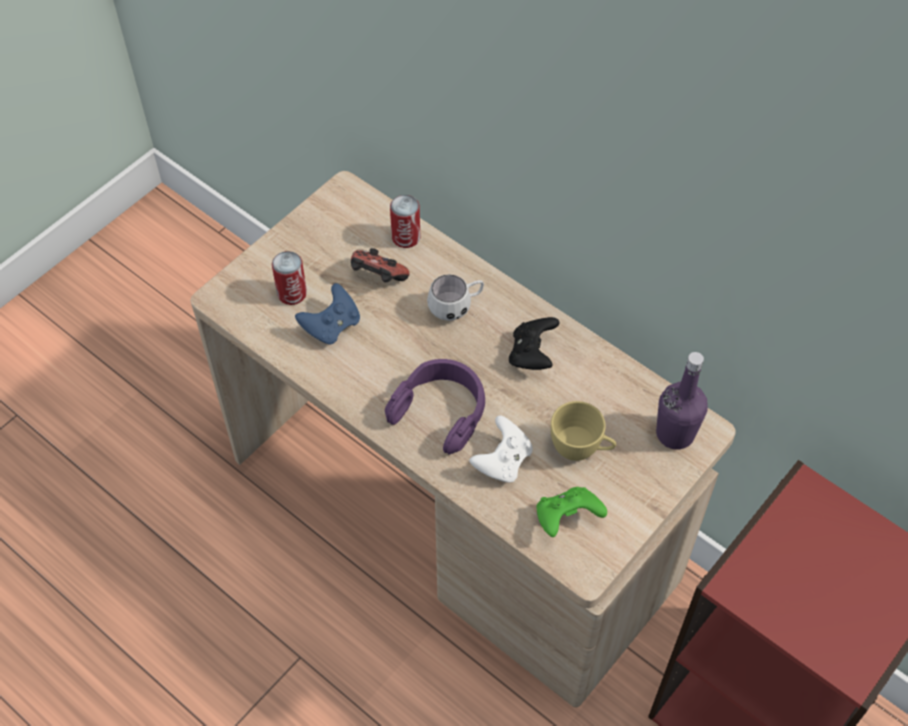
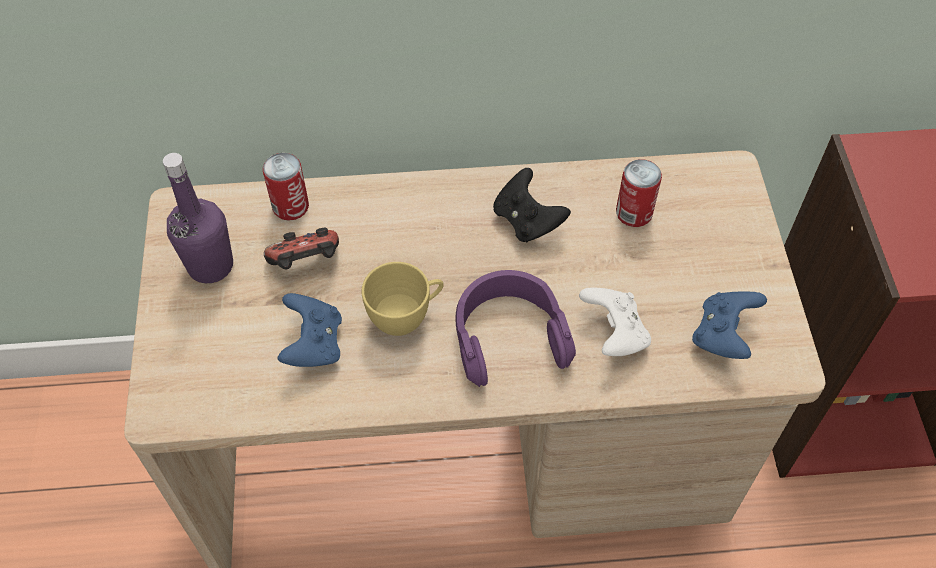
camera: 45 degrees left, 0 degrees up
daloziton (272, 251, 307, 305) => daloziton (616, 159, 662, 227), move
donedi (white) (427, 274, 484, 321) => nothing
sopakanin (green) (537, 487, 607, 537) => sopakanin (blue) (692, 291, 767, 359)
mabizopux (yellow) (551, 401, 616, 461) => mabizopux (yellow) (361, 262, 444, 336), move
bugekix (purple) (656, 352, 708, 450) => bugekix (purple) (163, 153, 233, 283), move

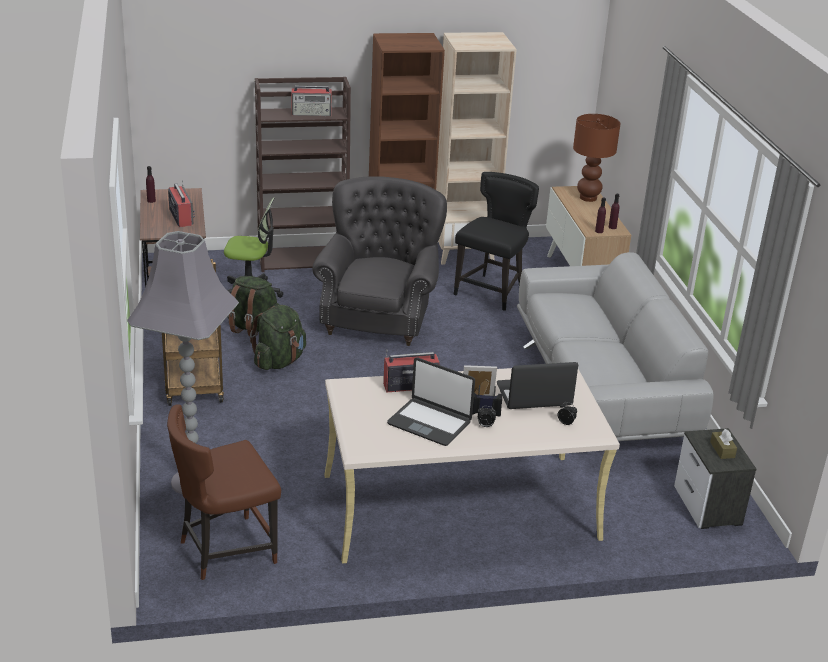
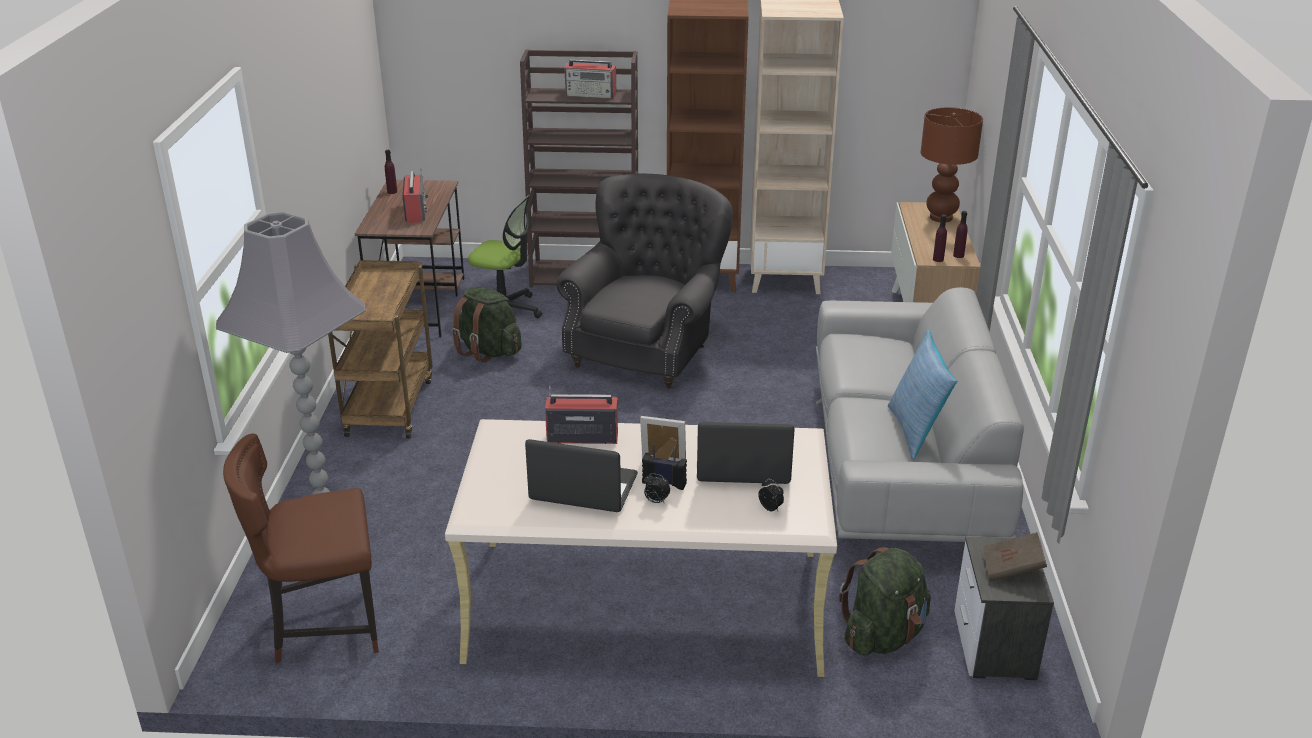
camera: 15 degrees right, 0 degrees up
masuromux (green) (250, 305, 306, 370) => masuromux (green) (839, 547, 931, 656), move
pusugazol (387, 358, 475, 446) => pusugazol (525, 439, 638, 512), 150 degrees clockwise
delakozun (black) (454, 172, 539, 311) => nothing
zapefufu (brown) (710, 429, 737, 459) => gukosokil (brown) (982, 532, 1047, 582)
nothing => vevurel (888, 330, 957, 461)

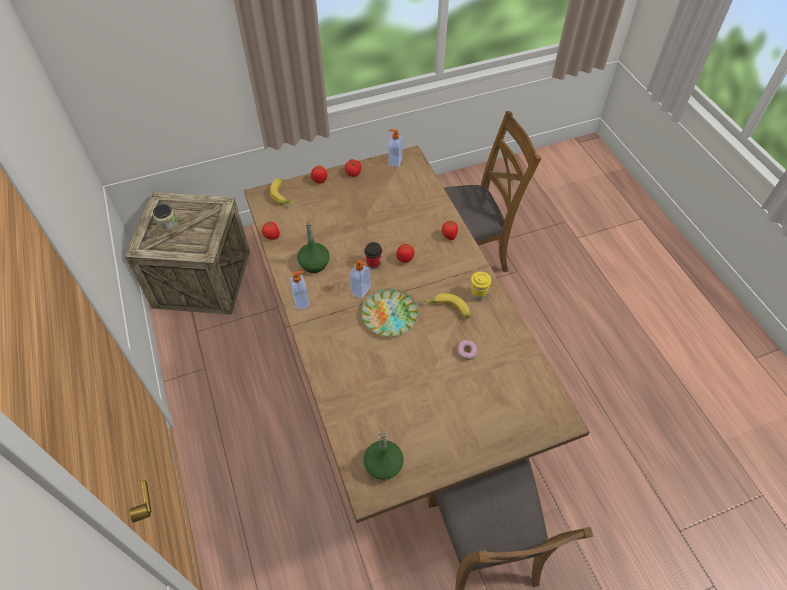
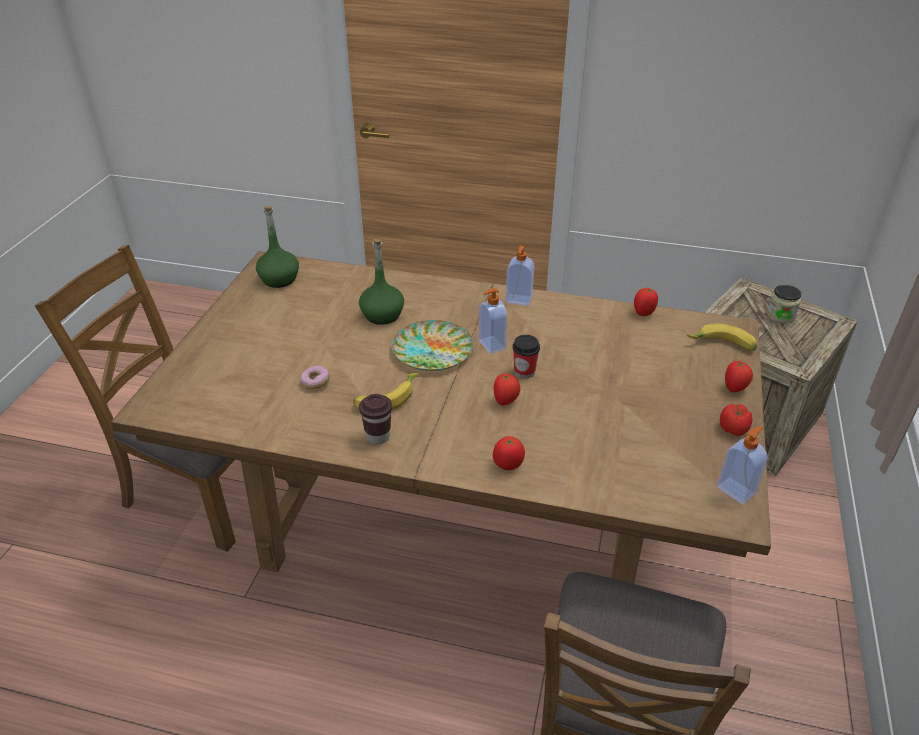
camera: 125 degrees right, 15 degrees down
bugekix (green) (297, 221, 330, 273) => bugekix (green) (359, 239, 404, 325), move
mabizopux (yellow) (471, 272, 491, 301) => mabizopux (brown) (359, 394, 392, 444)

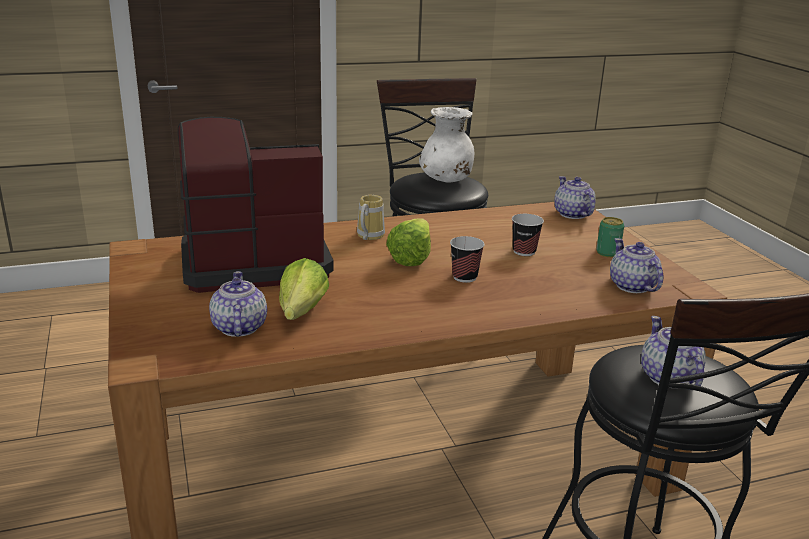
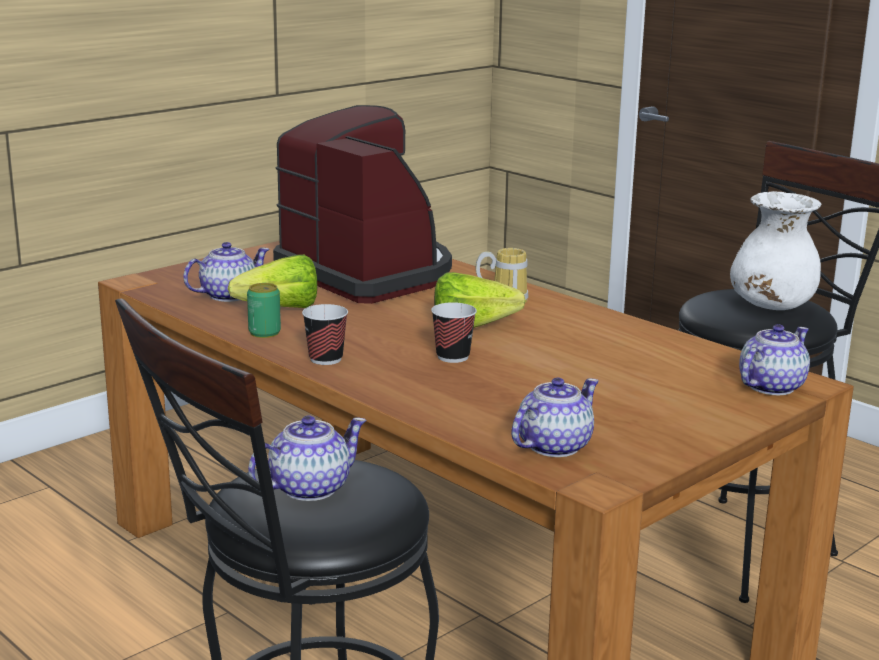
camera: 65 degrees right, 5 degrees down
mabizopux (512, 214, 544, 256) => mabizopux (302, 304, 348, 365), move
daloziton (596, 217, 624, 257) => daloziton (247, 283, 281, 338), move

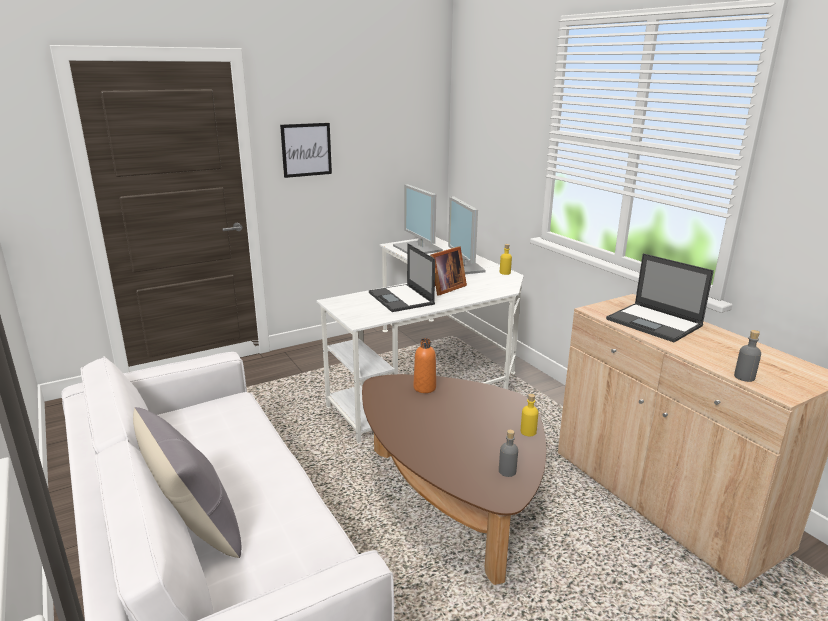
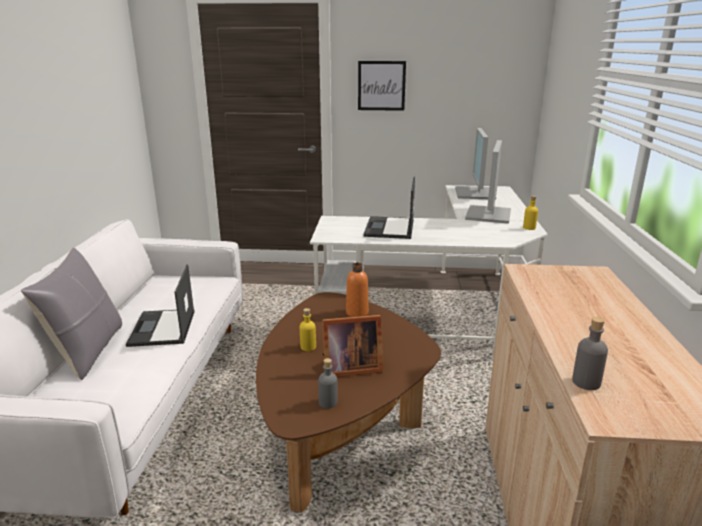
camera: 35 degrees right, 0 degrees up
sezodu (430, 246, 467, 295) => sezodu (322, 315, 383, 377), move
bugekix (yellow) (521, 394, 538, 436) => bugekix (yellow) (300, 308, 316, 351), move
pusugazol (606, 253, 714, 342) => pusugazol (126, 264, 195, 347), move

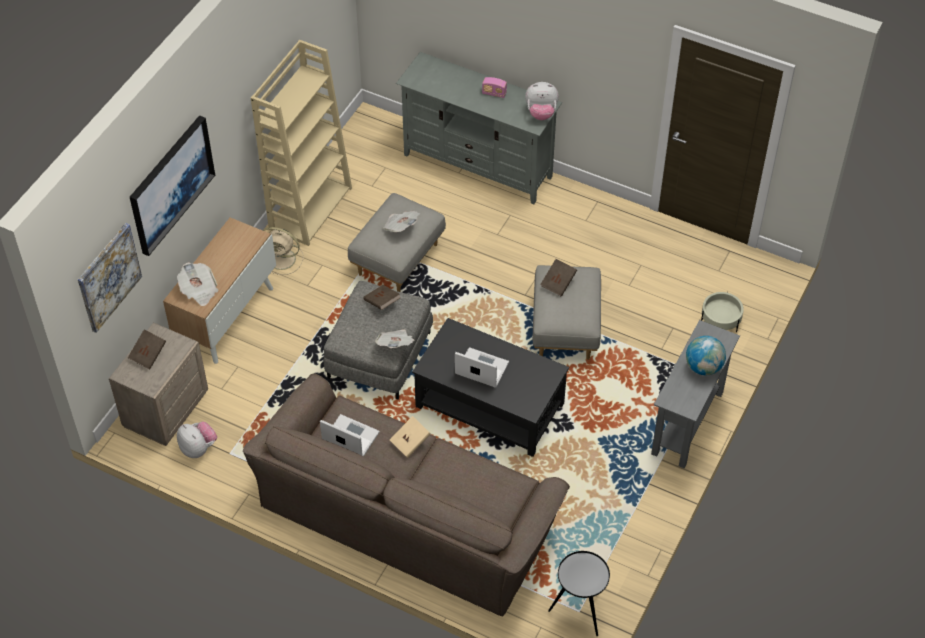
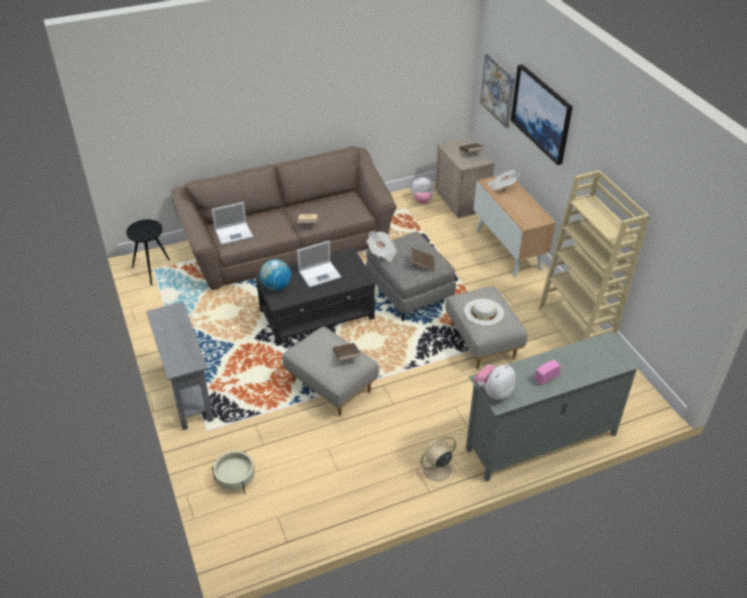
camera: 130 degrees right, 10 degrees down
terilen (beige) (263, 227, 303, 275) => terilen (beige) (416, 436, 459, 488), move
pusugazol (320, 414, 380, 456) => pusugazol (212, 202, 253, 245), move
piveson (382, 211, 420, 232) => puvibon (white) (464, 298, 504, 326)
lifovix (686, 336, 726, 375) => lifovix (260, 259, 291, 290), move

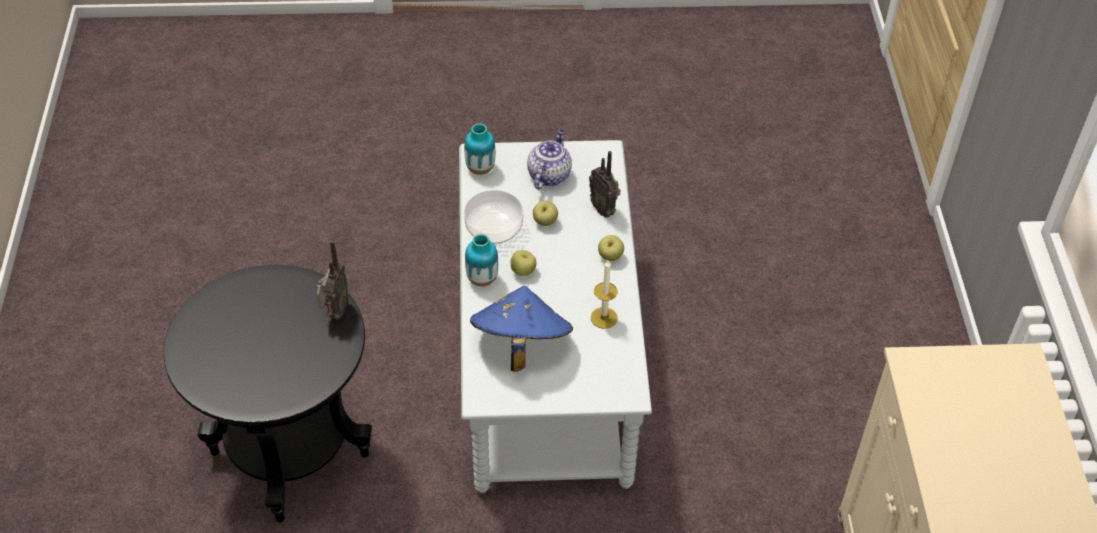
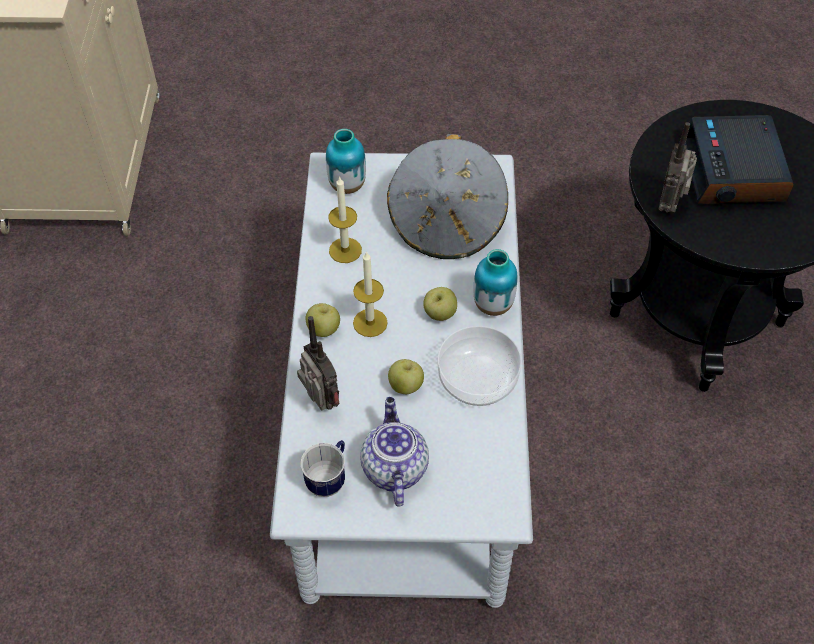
camera: 175 degrees left, 5 degrees up
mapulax (464, 123, 496, 175) => mapulax (326, 129, 366, 194), move
puvibon (blue) (470, 286, 573, 372) => puvibon (grey) (387, 134, 508, 259)
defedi (527, 129, 572, 189) => defedi (360, 397, 429, 507), 150 degrees clockwise
nothing => donedi (301, 440, 345, 497)
nothing => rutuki (353, 251, 388, 337)
nothing => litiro (685, 115, 794, 204)

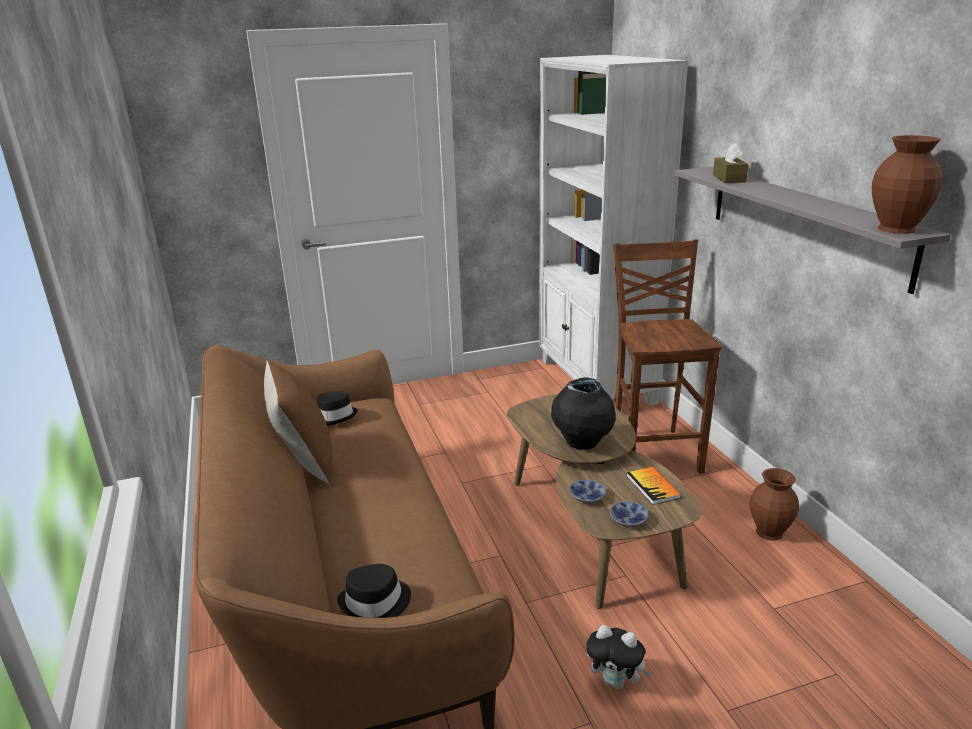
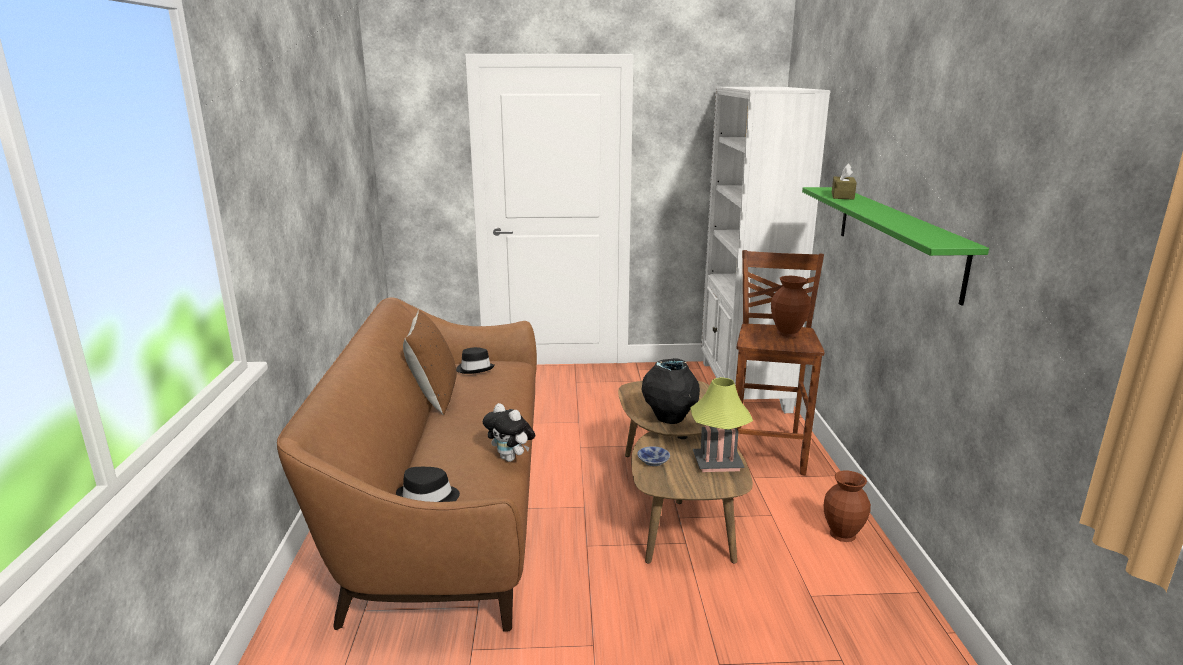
camera: 15 degrees right, 5 degrees down
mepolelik (586, 625, 652, 690) => mepolelik (483, 403, 535, 462), move
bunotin (610, 501, 649, 527) => nothing
gukosokil (627, 467, 681, 505) => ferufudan (690, 377, 753, 472)
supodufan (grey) (674, 167, 951, 294) => supodufan (green) (802, 187, 989, 306)
mapulax (brown) (872, 135, 942, 234) => mapulax (brown) (771, 276, 811, 337), move

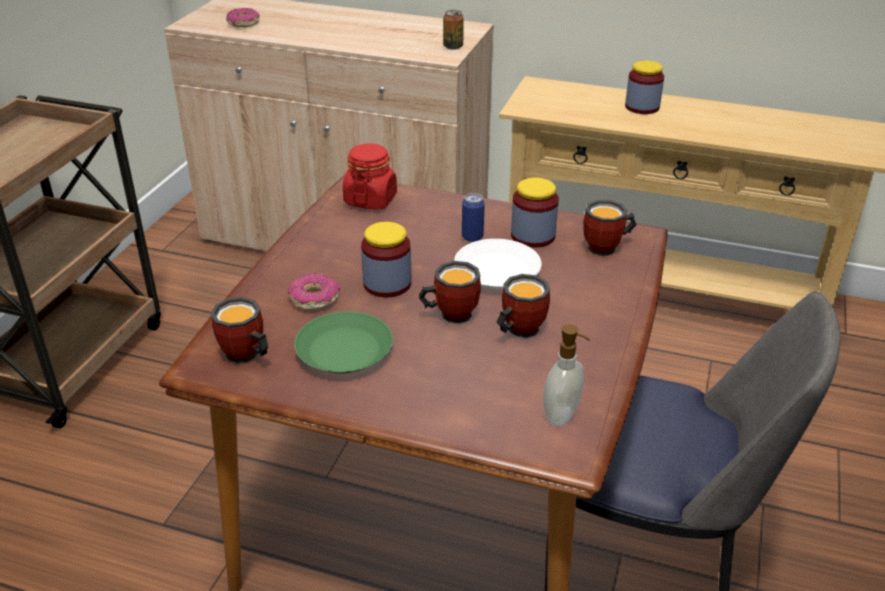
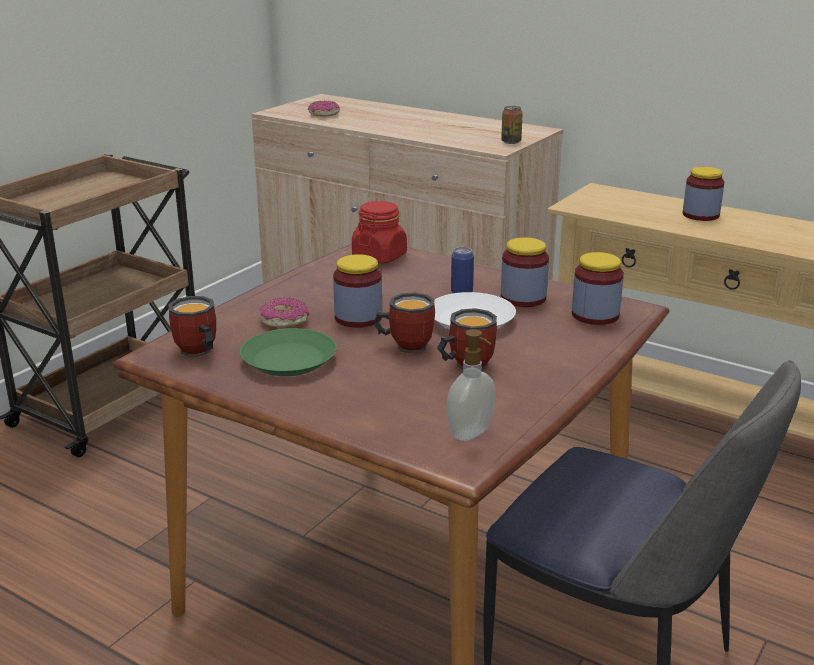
camera: 15 degrees right, 10 degrees down
donedi (583, 200, 637, 256) => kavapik (572, 252, 624, 325)

